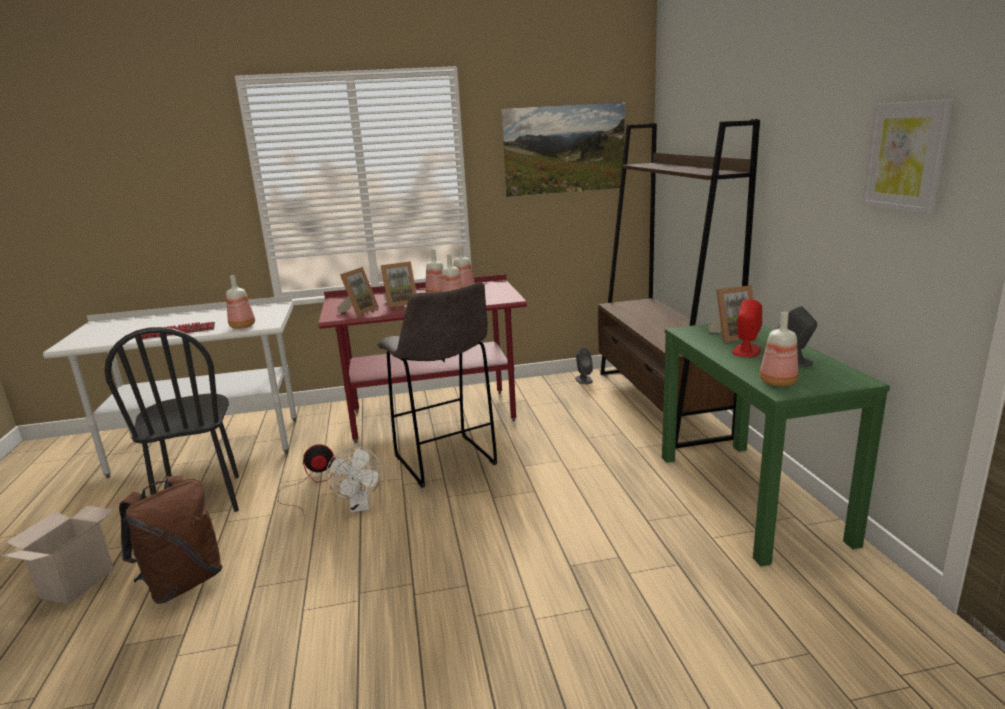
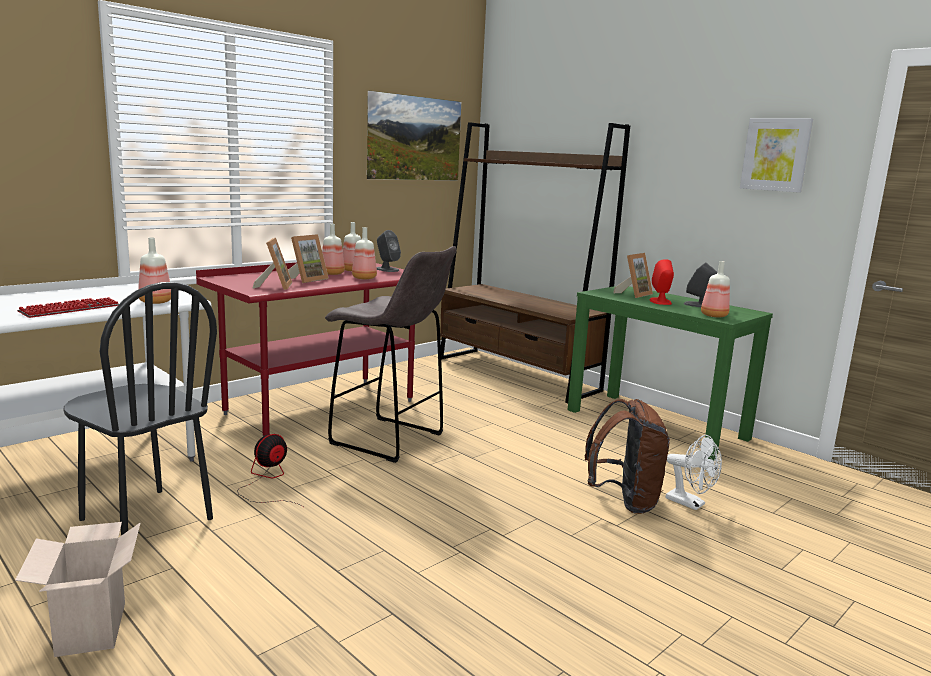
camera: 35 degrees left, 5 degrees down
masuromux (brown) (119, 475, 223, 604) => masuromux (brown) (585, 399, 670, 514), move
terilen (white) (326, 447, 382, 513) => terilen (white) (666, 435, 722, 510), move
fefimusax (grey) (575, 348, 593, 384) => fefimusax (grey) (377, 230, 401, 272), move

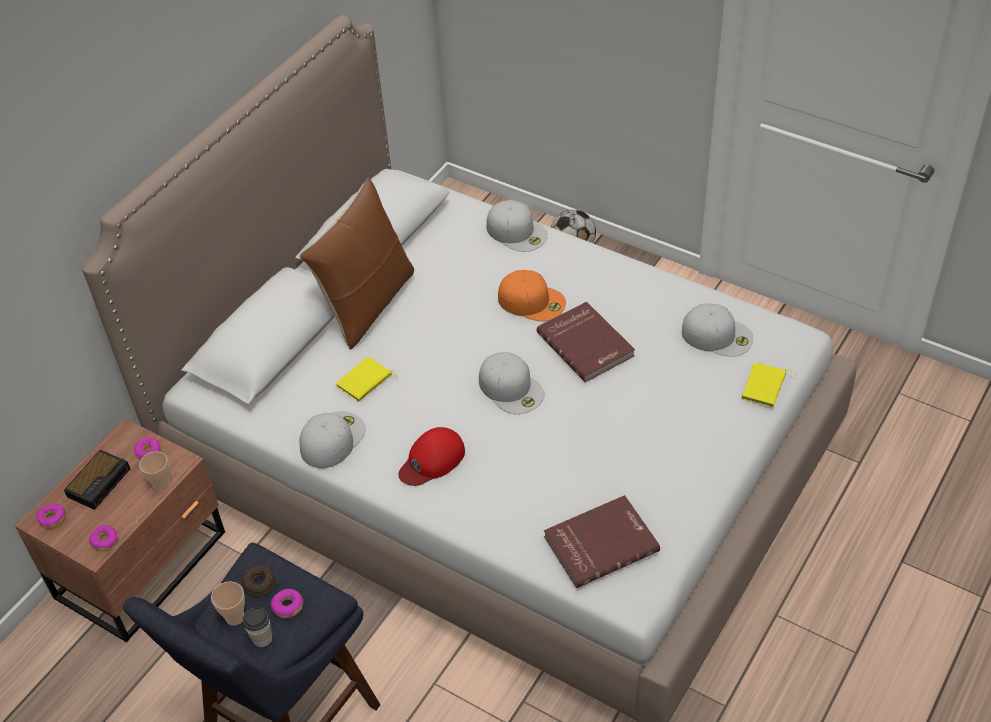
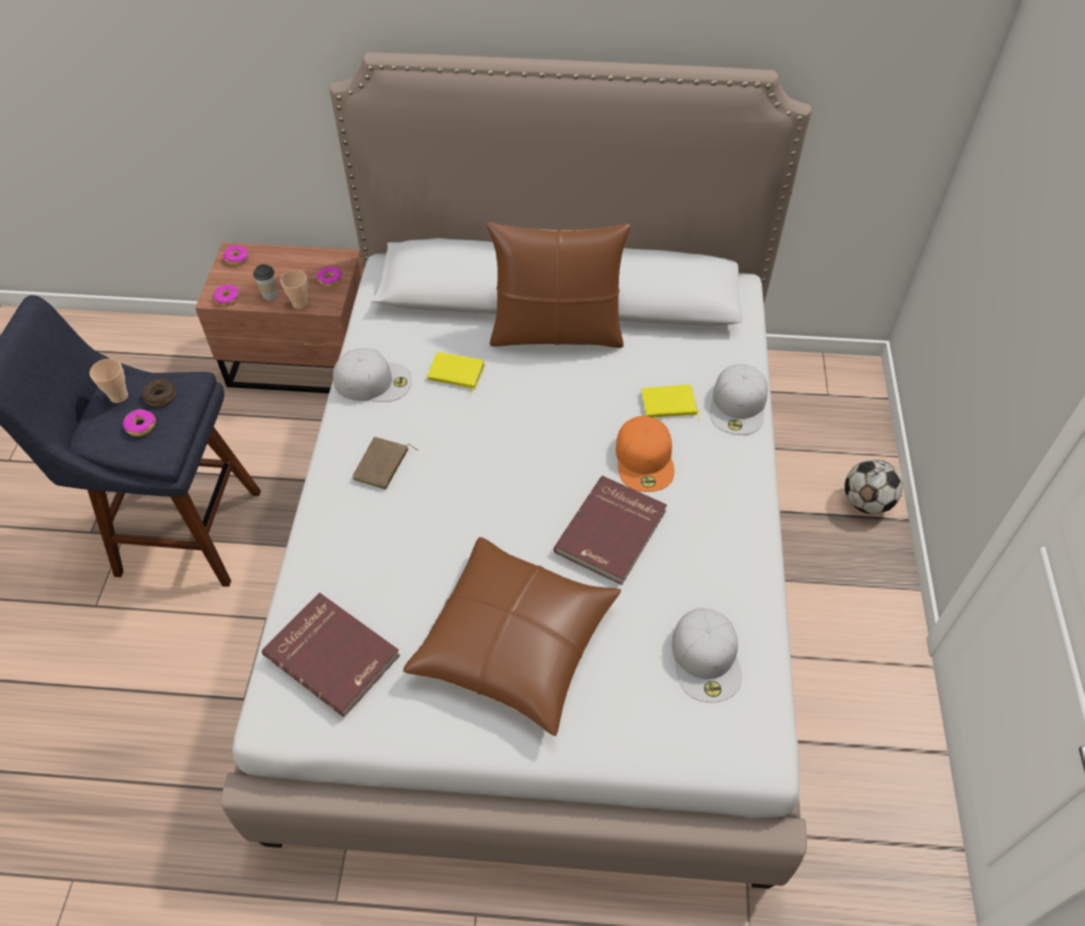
camera: 60 degrees right, 5 degrees up
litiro (64, 450, 130, 510) => nothing
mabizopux (242, 607, 272, 647) => mabizopux (253, 264, 278, 300), move
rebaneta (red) (398, 427, 465, 486) => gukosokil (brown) (352, 437, 418, 490)
rebaneta (white) (479, 352, 544, 415) => nothing
gukosokil (yellow) (741, 362, 797, 408) => gukosokil (yellow) (642, 384, 700, 421), move
nothing => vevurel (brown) (403, 537, 621, 736)

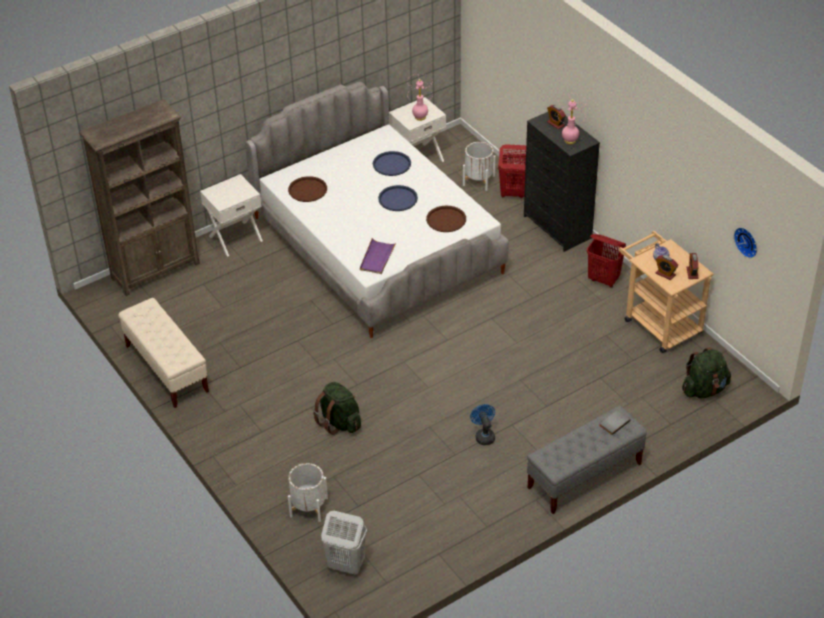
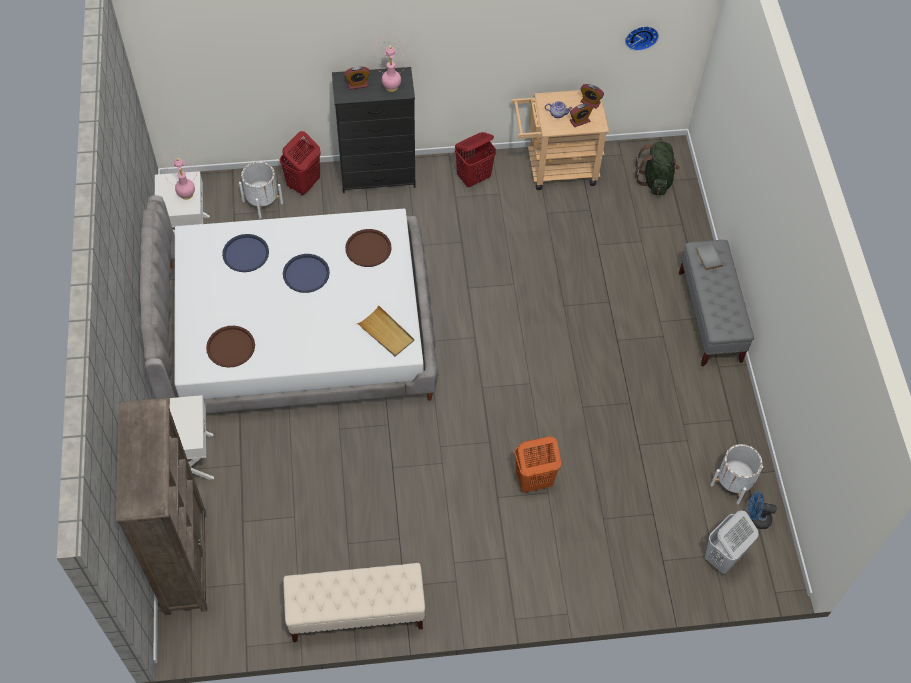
camera: 65 degrees left, 15 degrees up
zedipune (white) (288, 463, 328, 522) => zedipune (white) (711, 444, 763, 504), move
masuromux (green) (313, 382, 361, 435) => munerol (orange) (514, 436, 561, 493)
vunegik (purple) (360, 238, 397, 274) => vunegik (beige) (357, 305, 414, 357)
terilen (blue) (470, 404, 495, 445) => terilen (blue) (748, 491, 777, 529), move

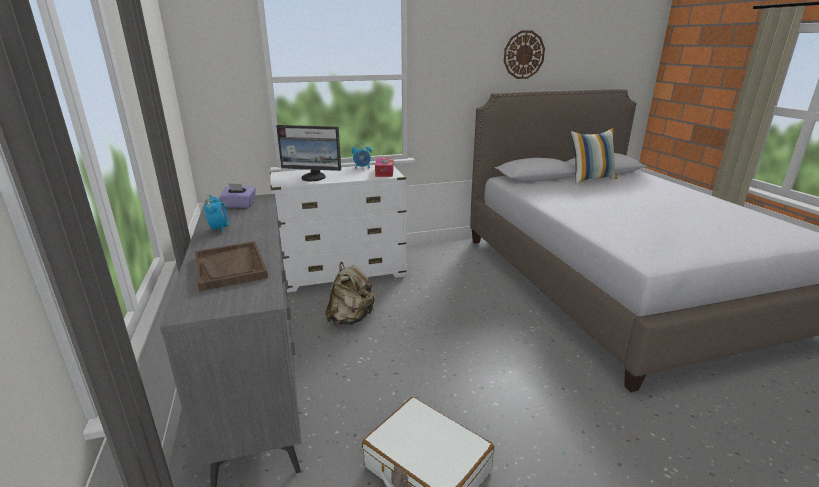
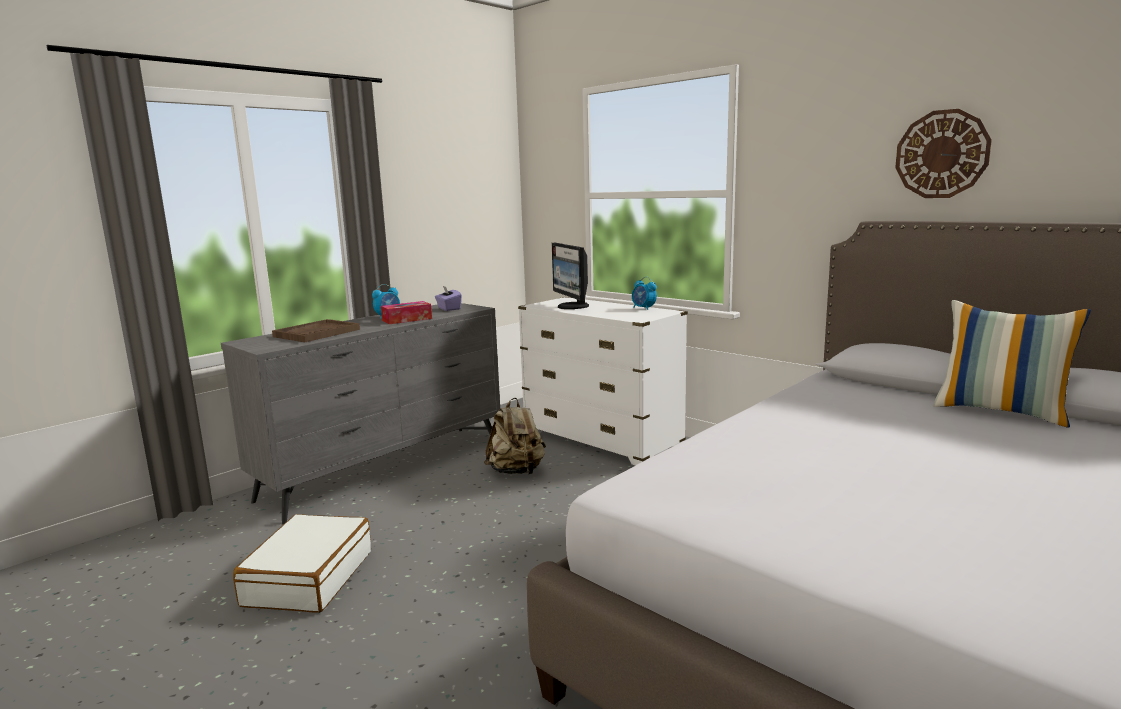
camera: 60 degrees right, 10 degrees down
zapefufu (375, 158, 394, 177) => zapefufu (381, 301, 432, 324), move

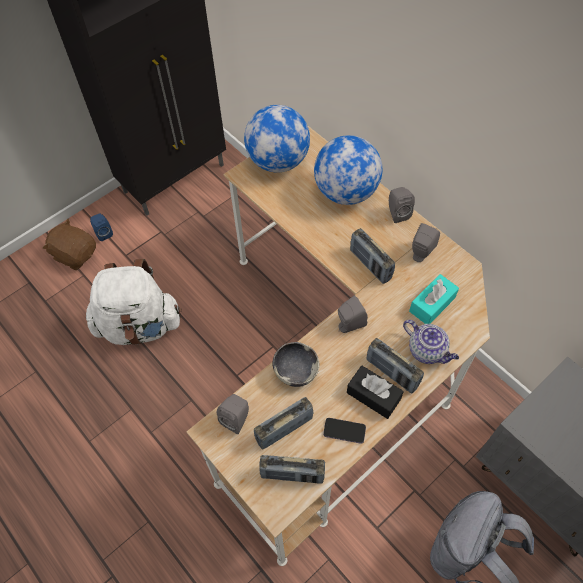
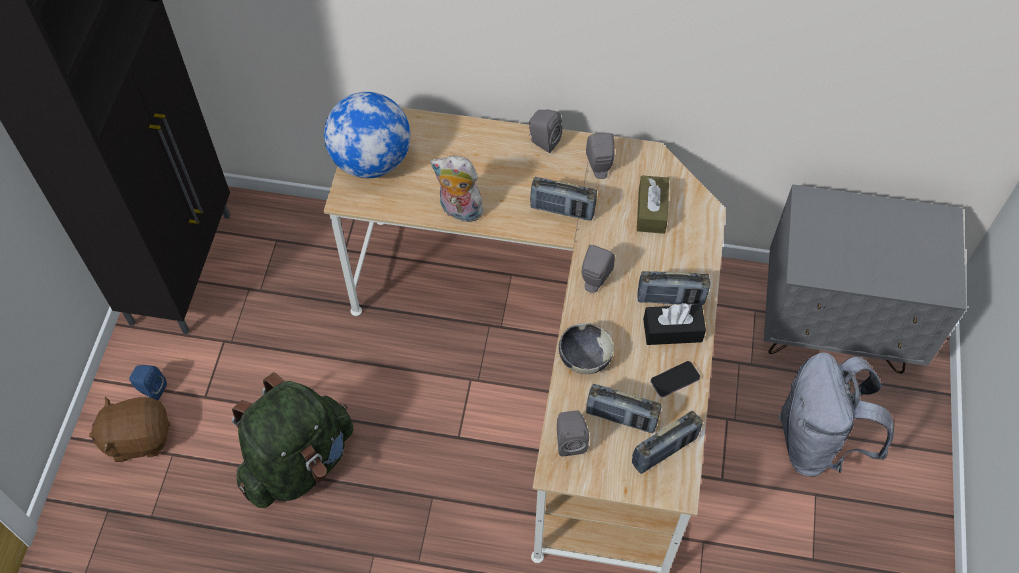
camera: 40 degrees left, 0 degrees up
masuromux (white) (86, 259, 182, 345) => masuromux (green) (232, 373, 354, 508)
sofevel (254, 397, 314, 449) => sofevel (586, 384, 662, 433), 90 degrees counterclockwise
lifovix (314, 135, 382, 205) => nothing
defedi (403, 320, 459, 364) => nothing
zapefufu (turquoise) (409, 274, 459, 324) => zapefufu (brown) (637, 175, 669, 234)
nothing => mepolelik (430, 156, 484, 222)

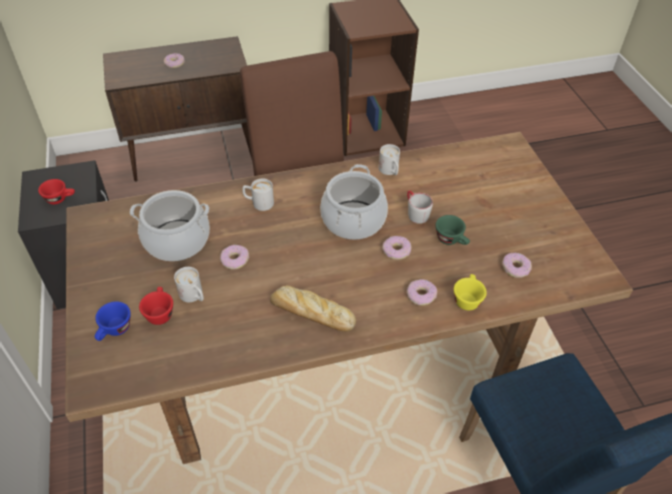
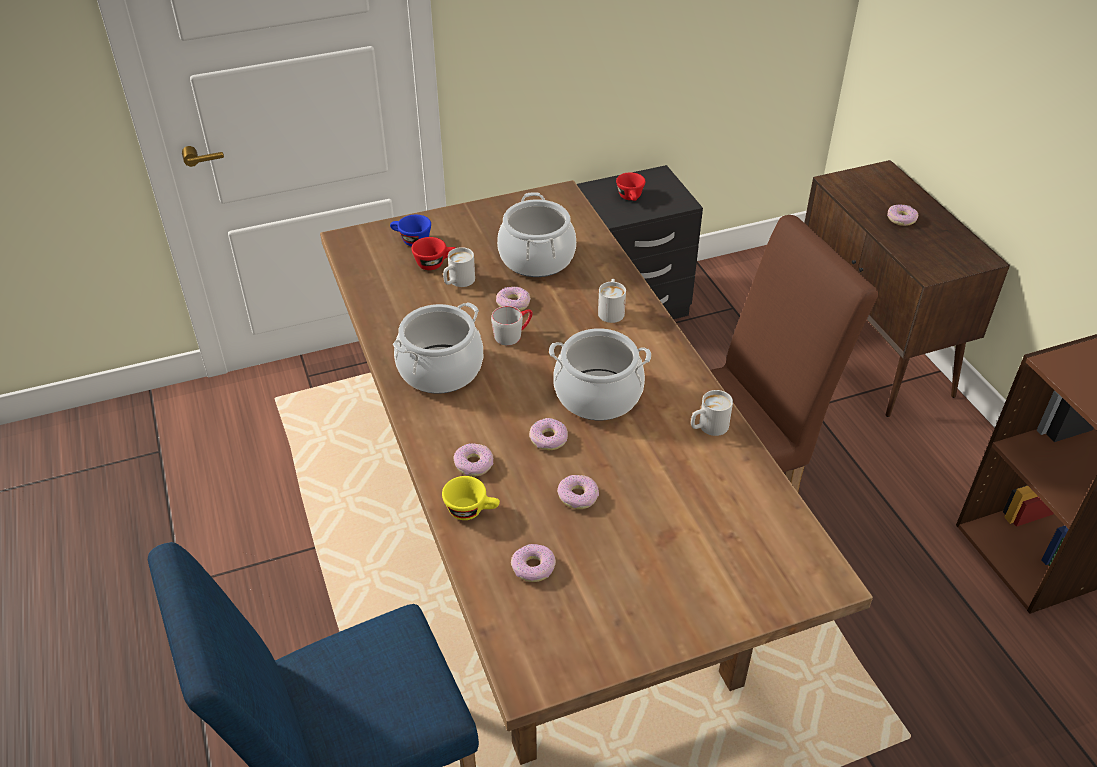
camera: 85 degrees right, 5 degrees down
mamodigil (270, 285, 356, 332) => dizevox (393, 302, 483, 394)
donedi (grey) (407, 191, 433, 224) => donedi (grey) (491, 306, 533, 345), move
mabizopux (green) (436, 215, 470, 245) => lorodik (557, 475, 599, 509)

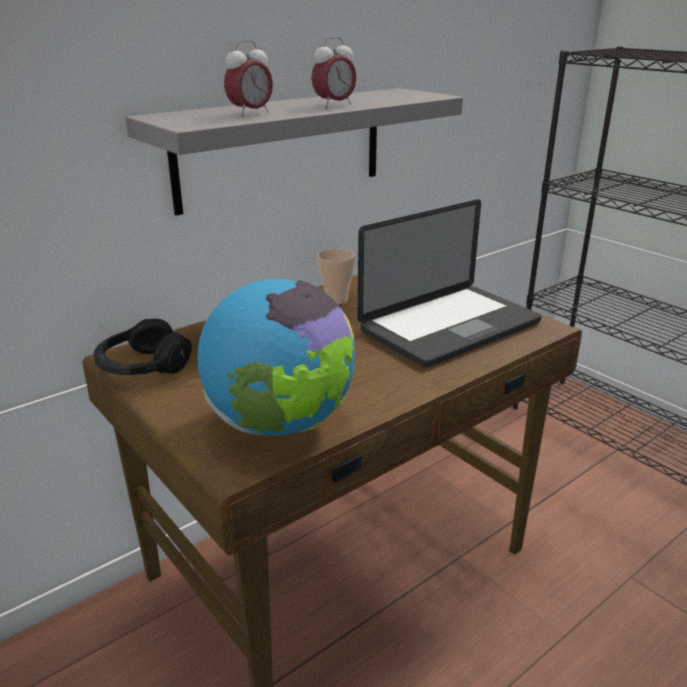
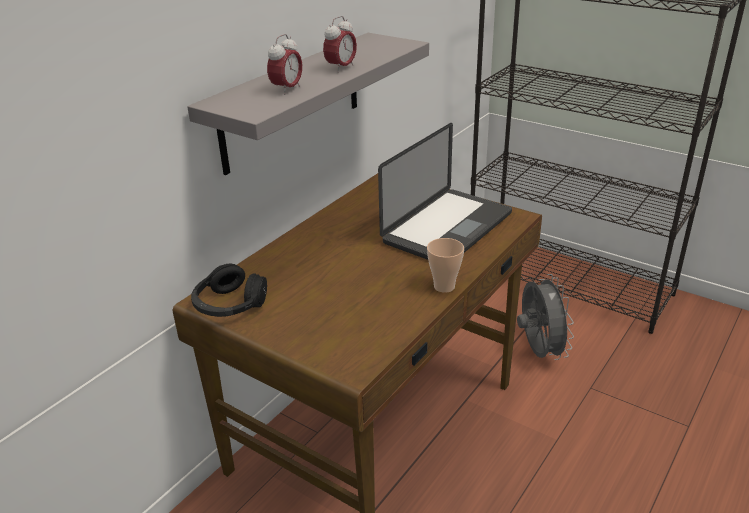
camera: 15 degrees left, 5 degrees up
lifovix (197, 279, 355, 436) => nothing
mabizopux (317, 248, 355, 304) => mabizopux (427, 238, 464, 293), move
nothing => terilen (grey) (517, 274, 574, 360)

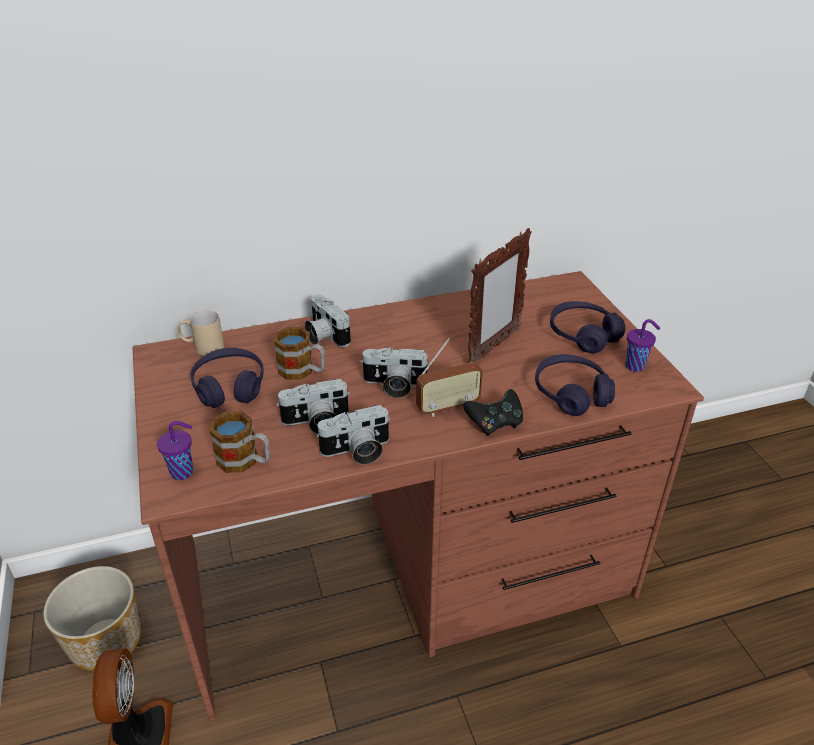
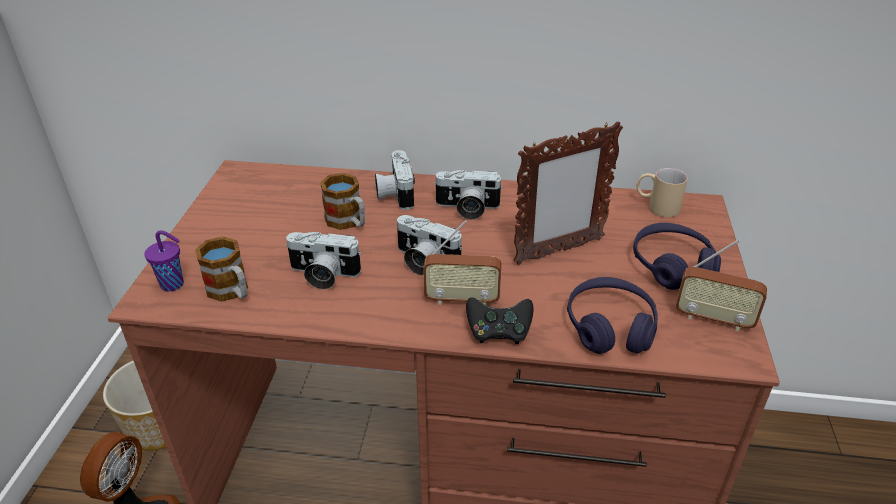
camera: 25 degrees right, 0 degrees up
donedi (beige) (177, 310, 224, 356) => donedi (beige) (636, 168, 688, 217), move
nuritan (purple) (190, 348, 263, 408) => nothing
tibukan (316, 405, 391, 465) => tibukan (433, 170, 503, 220), move
mabizopux (purple) (625, 319, 660, 372) => sofevel (676, 239, 767, 331)

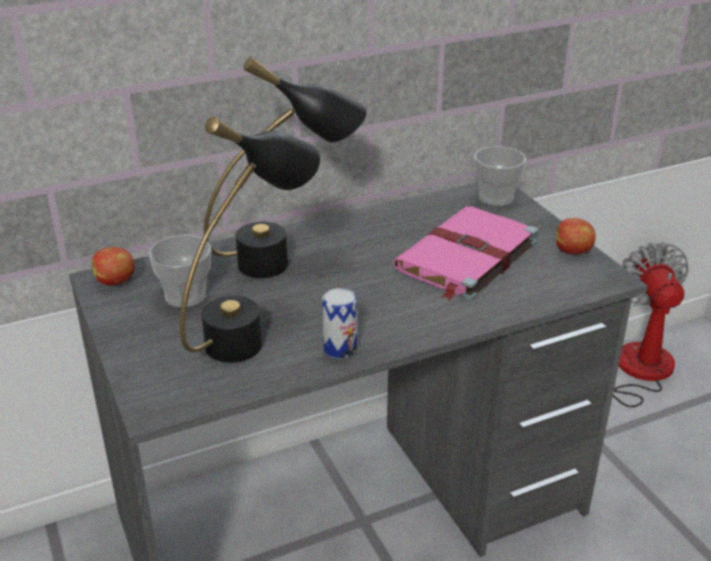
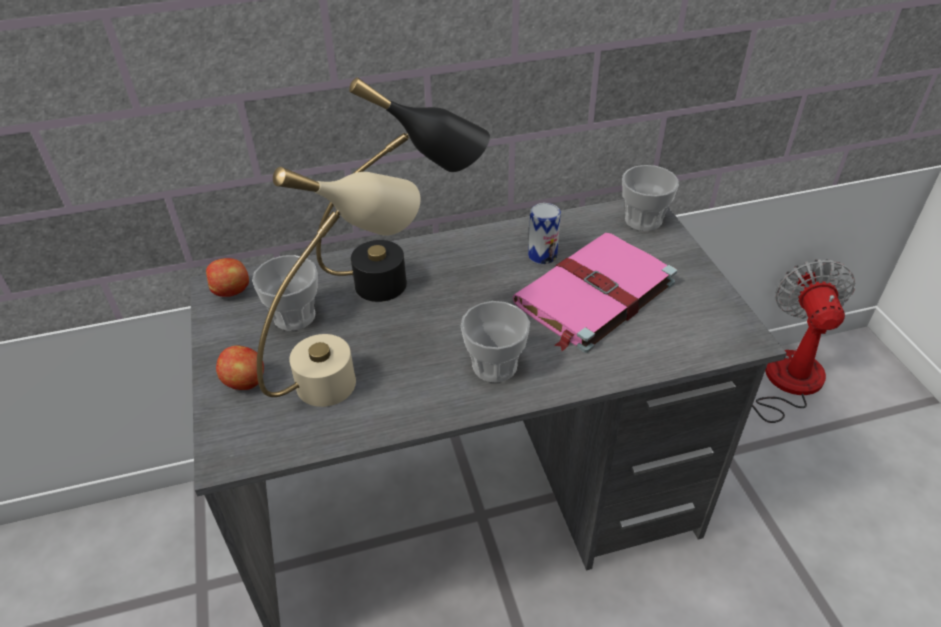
camera: 10 degrees right, 10 degrees up
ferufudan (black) (180, 117, 320, 363) => ferufudan (beige) (257, 167, 420, 407)
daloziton (322, 288, 357, 359) => daloziton (528, 203, 561, 264), move
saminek (556, 218, 596, 254) => saminek (216, 346, 264, 390), move
nothing => mabizopux (461, 301, 530, 383)

